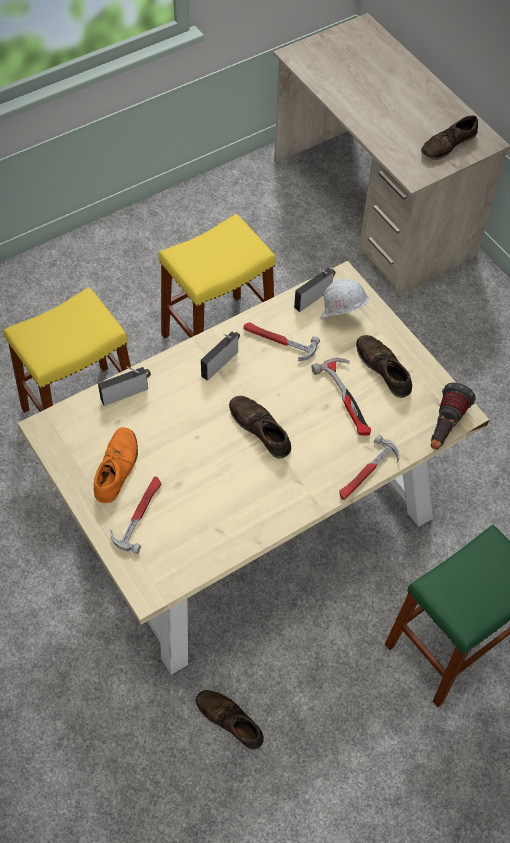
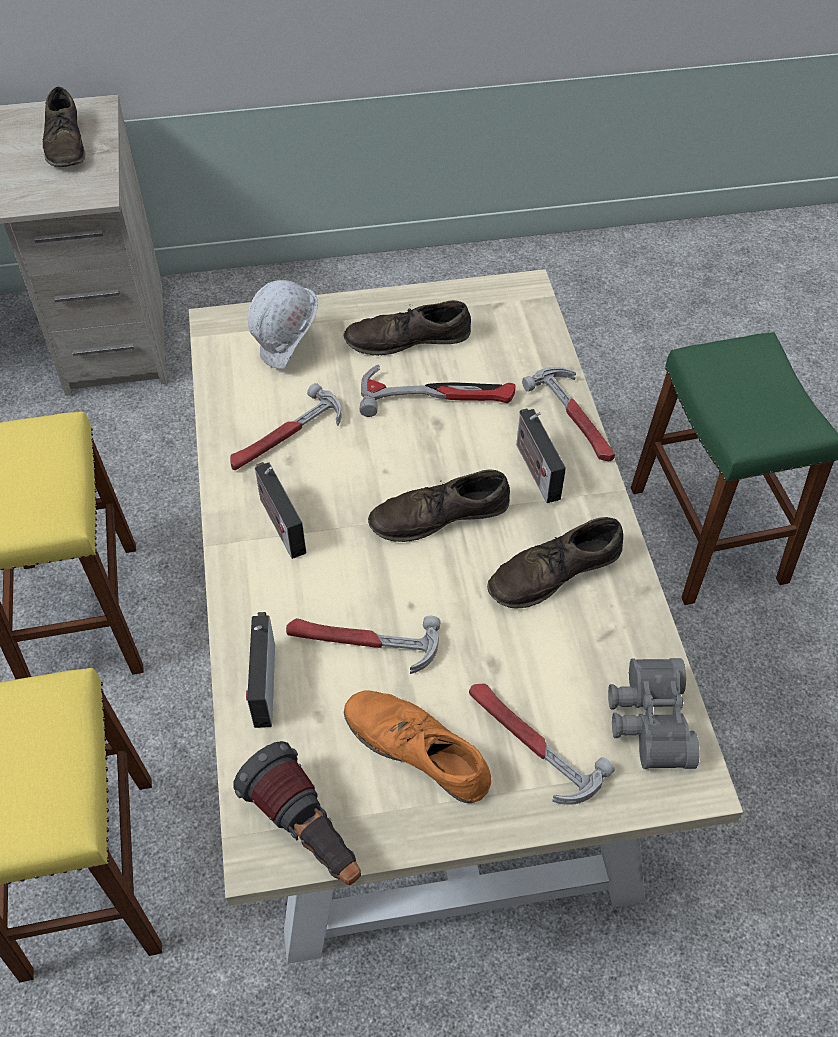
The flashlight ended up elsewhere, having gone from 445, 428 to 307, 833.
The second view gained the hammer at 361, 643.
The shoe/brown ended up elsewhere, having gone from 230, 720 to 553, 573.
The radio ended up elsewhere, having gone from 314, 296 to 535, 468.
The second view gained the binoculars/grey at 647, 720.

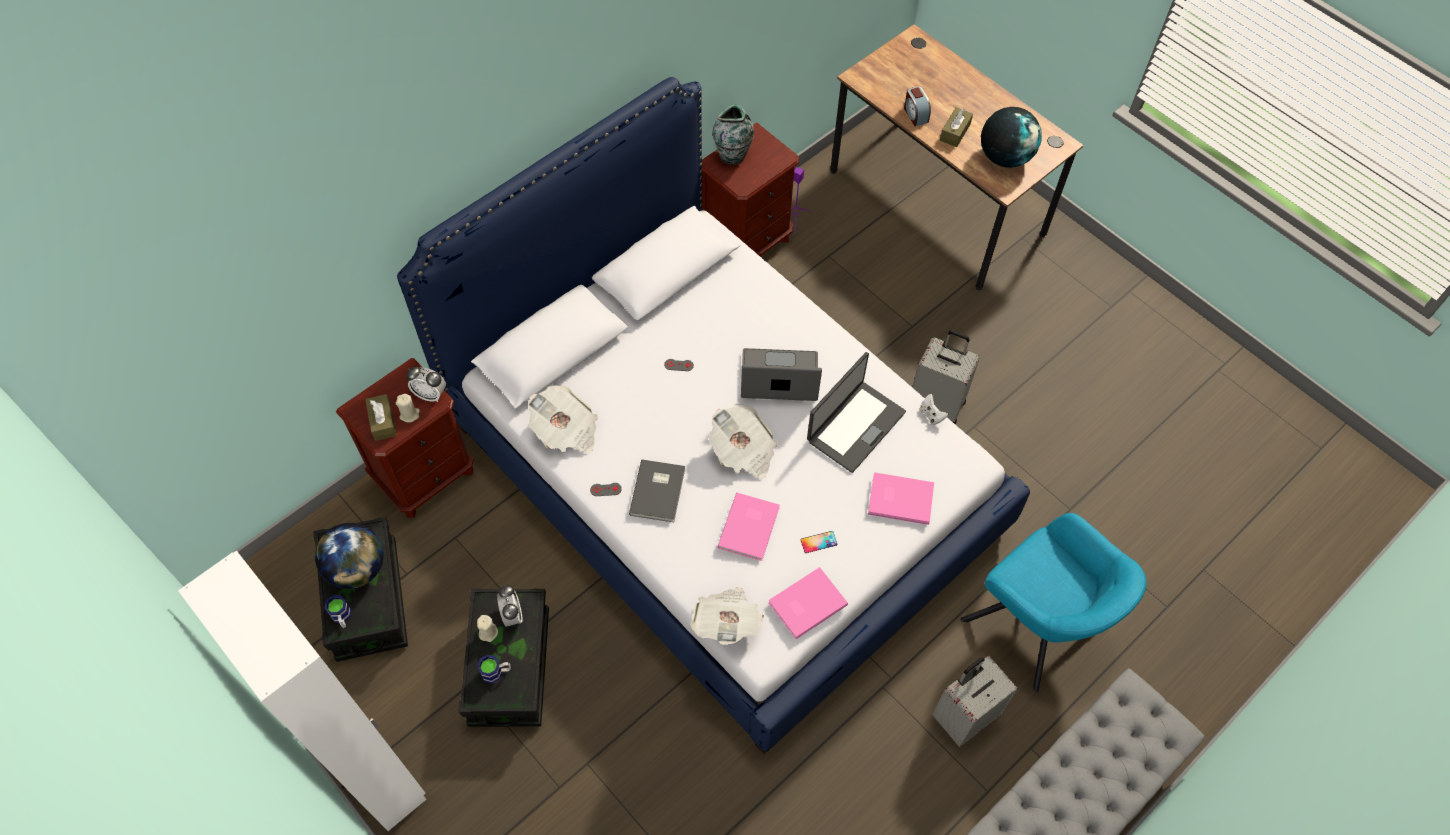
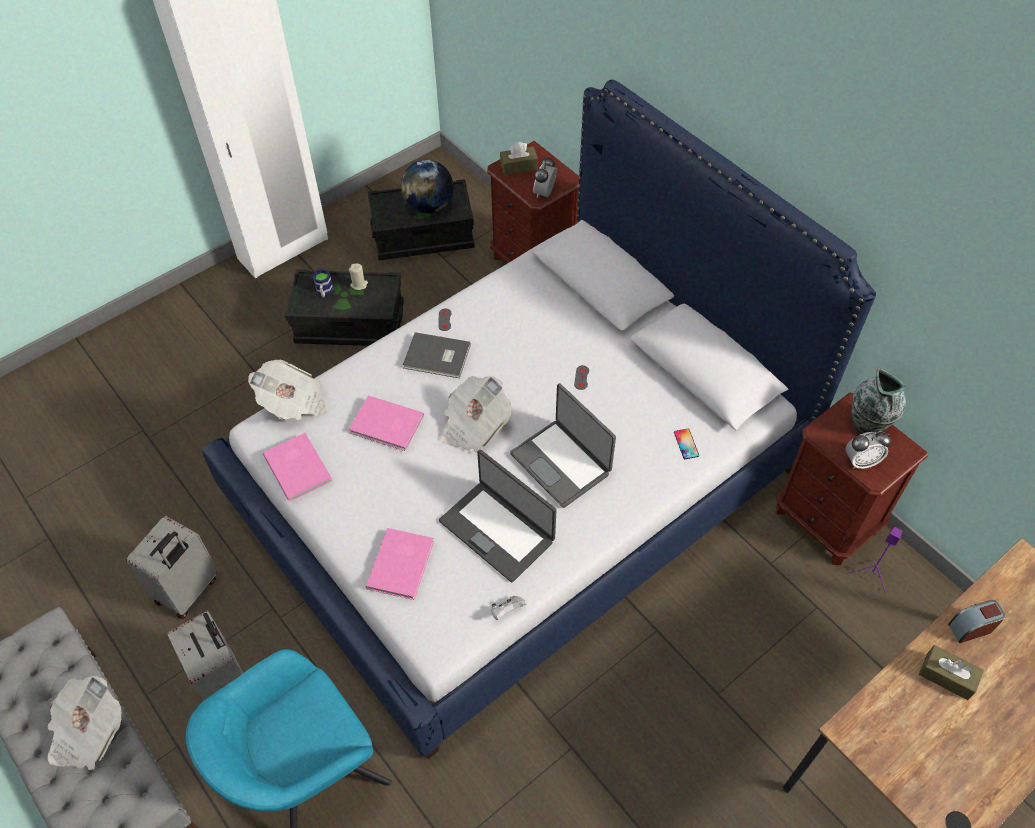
The newspaper ended up elsewhere, having gone from 566, 431 to 88, 732.
The suitcase/grey ended up elsewhere, having gone from 937, 403 to 188, 591.
The laptop at 779, 378 ended up facing another way, 135 degrees clockwise from before.
The phone ended up elsewhere, having gone from 818, 542 to 686, 444.
The alarm clock ended up elsewhere, having gone from 512, 615 to 861, 461.
The second view lost the mug at 342, 617.
The second view lost the candle/beige at 410, 414.
The second view lost the globe at 1005, 157.

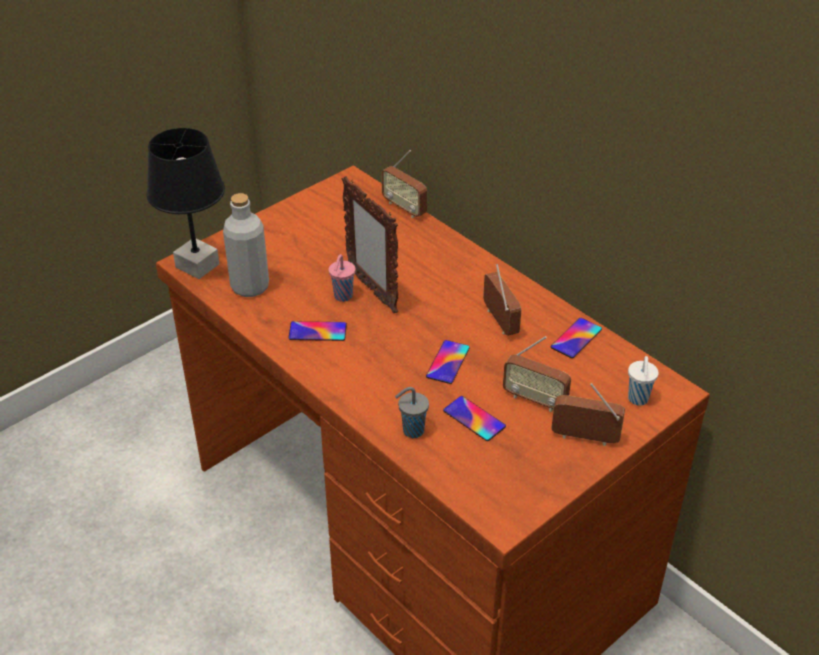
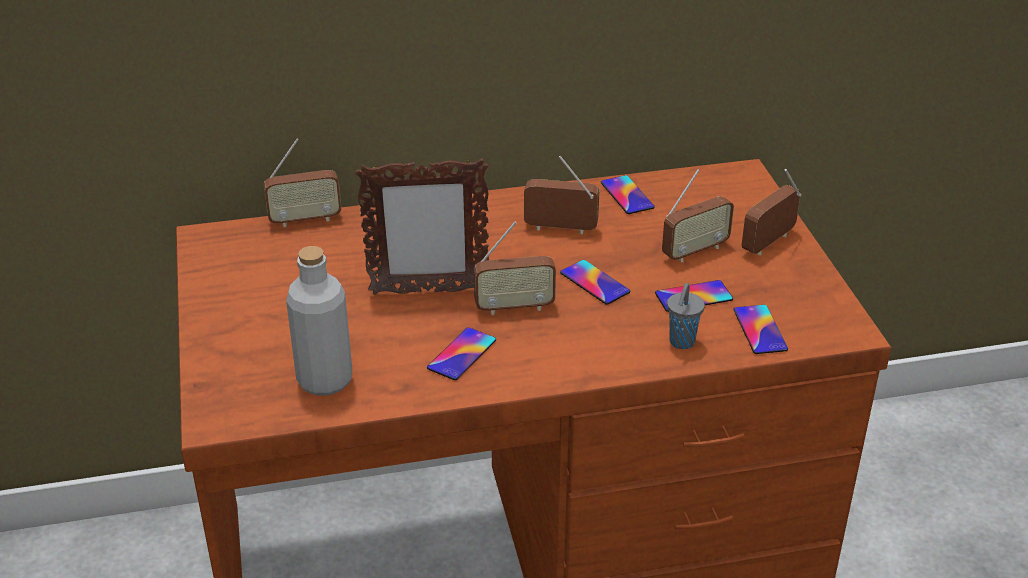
The second view gained the radio at 514, 307.
The second view gained the phone at 760, 330.
The second view lost the table lamp/black at 196, 266.
The second view lost the cup/pink at 342, 297.
The second view lost the cup/white at 638, 399.

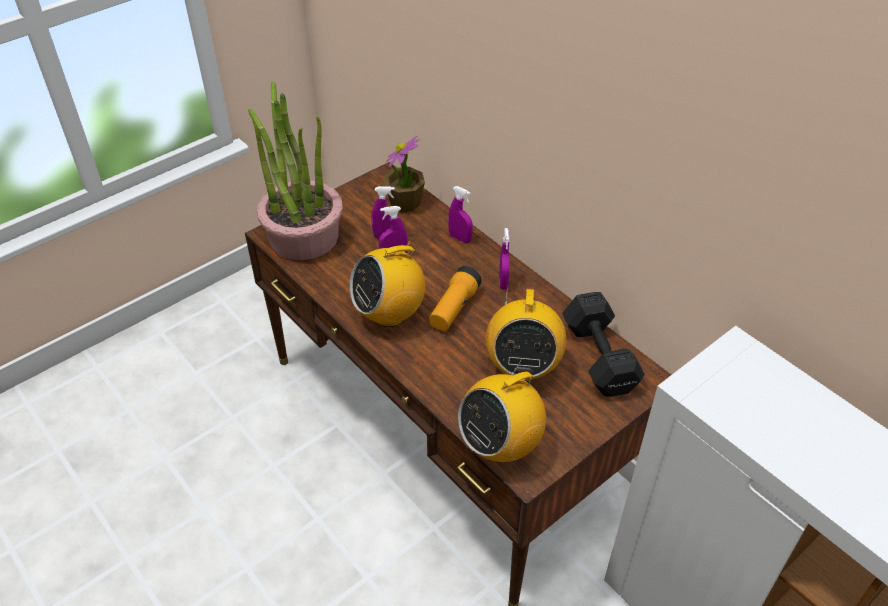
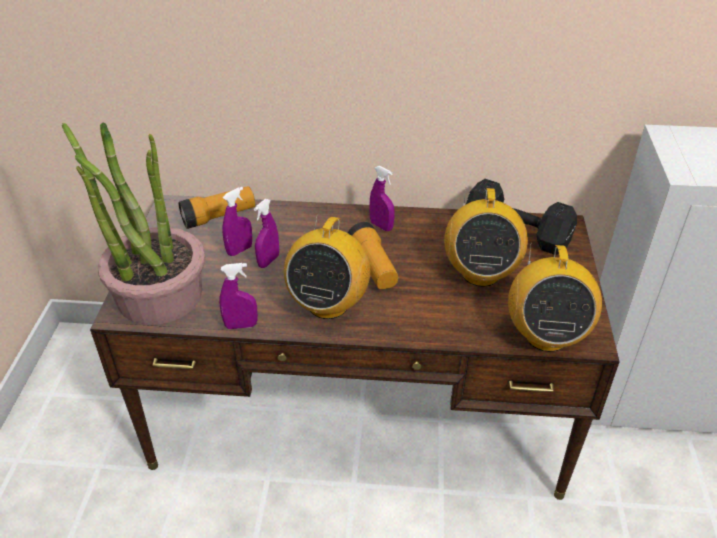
Where the potted plant stood at 405, 203, the flashlight came to stand at 219, 217.
The spray bottle/purple ended up elsewhere, having gone from 460, 238 to 241, 325.
The radio at 522, 367 ended up facing another way, 45 degrees clockwise from before.

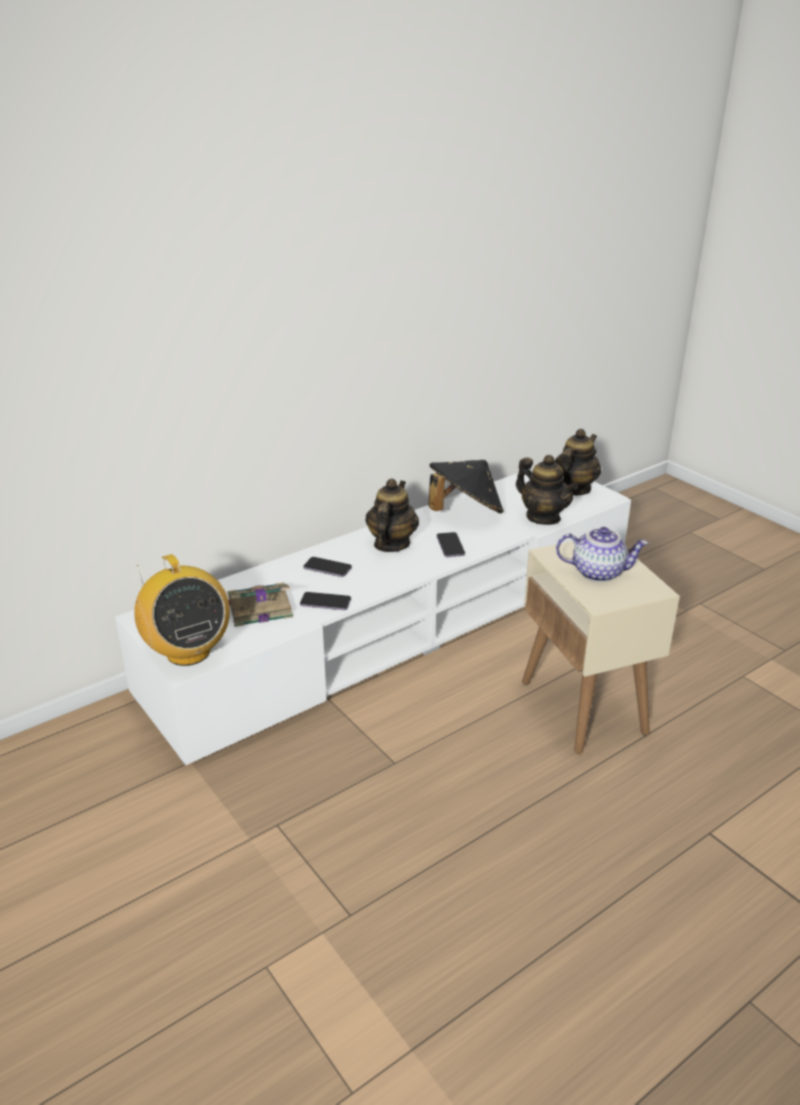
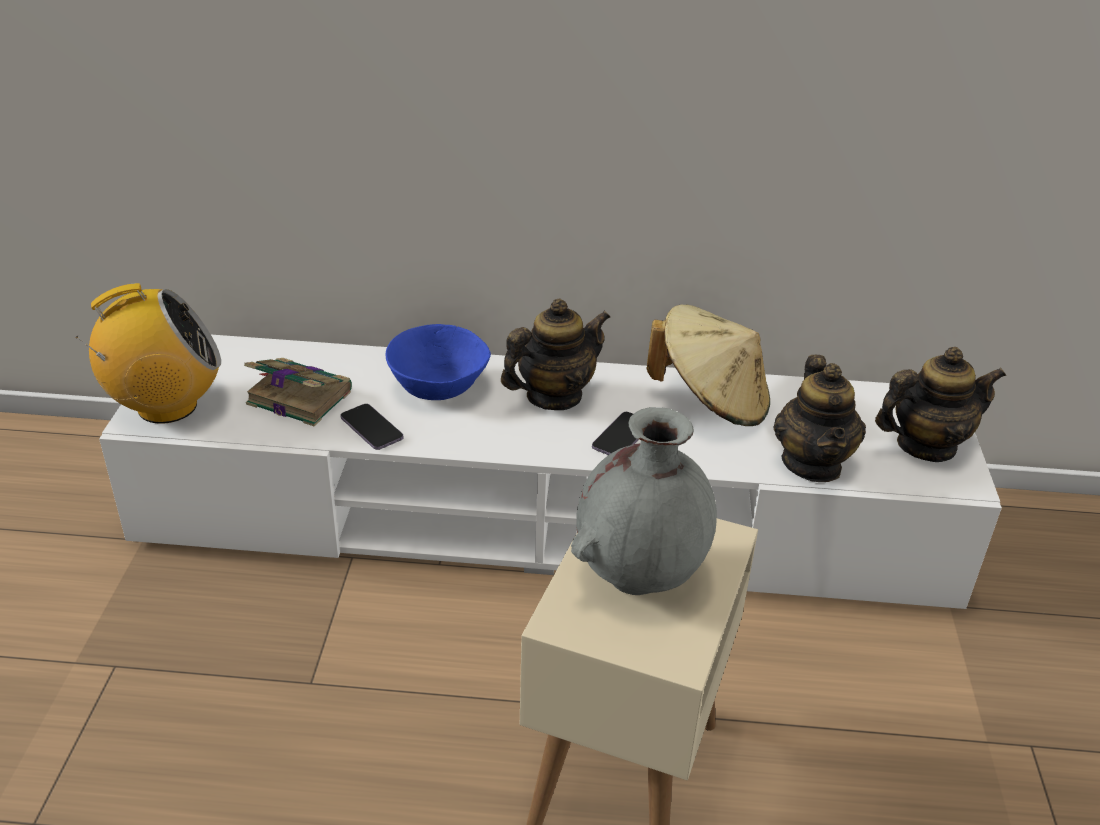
The radio at 188, 652 ended up facing another way, 120 degrees counterclockwise from before.
Where the phone stood at 327, 568, the bowl/blue came to stand at 437, 388.
Where the teapot stood at 598, 572, the vase/grey came to stand at 639, 577.
What was the hat/black at 464, 512 turned into the hat/beige at 711, 401.

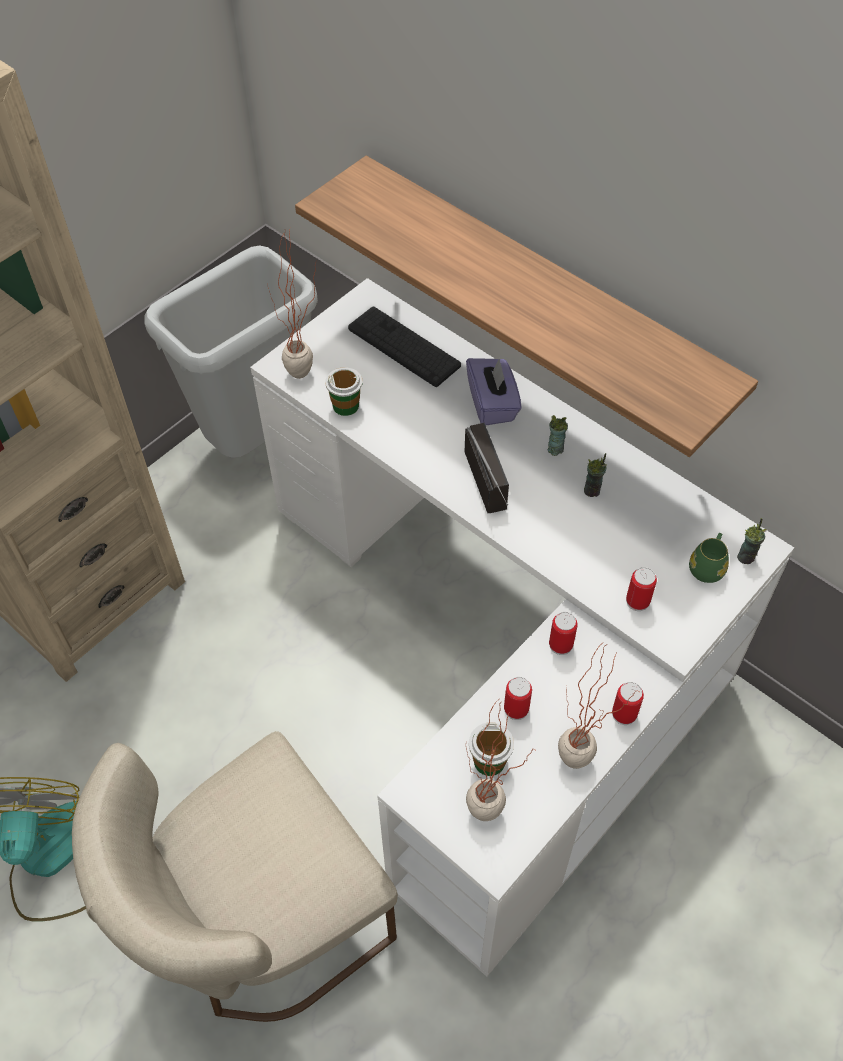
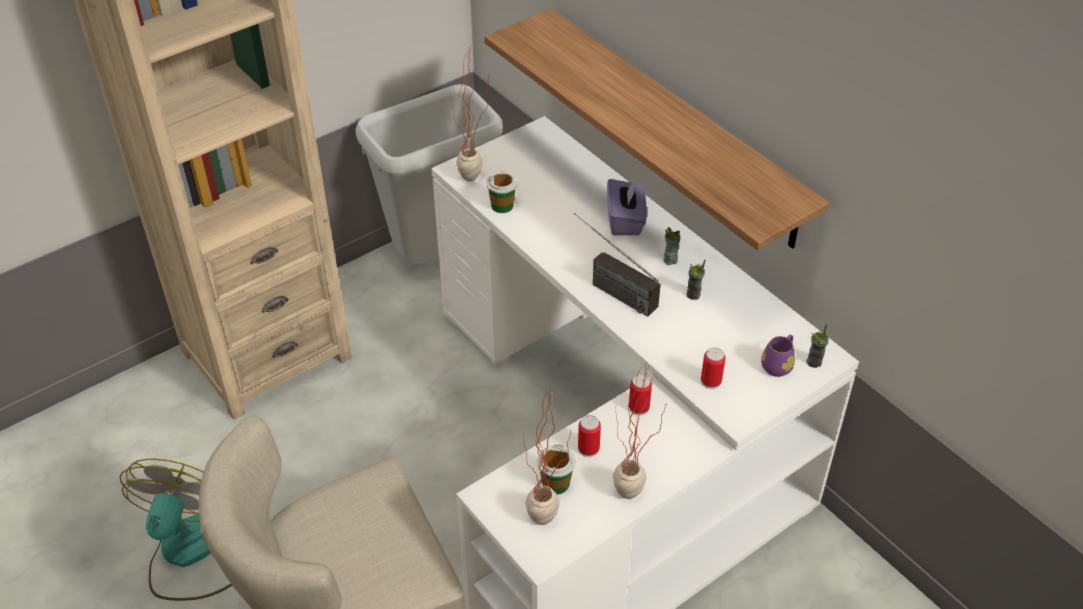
The radio at 494, 497 ended up facing another way, 135 degrees clockwise from before.
What was the mug/green at 707, 566 turned into the mug/purple at 778, 364.
The second view lost the keyboard at 403, 347.
The second view lost the can at 624, 714.

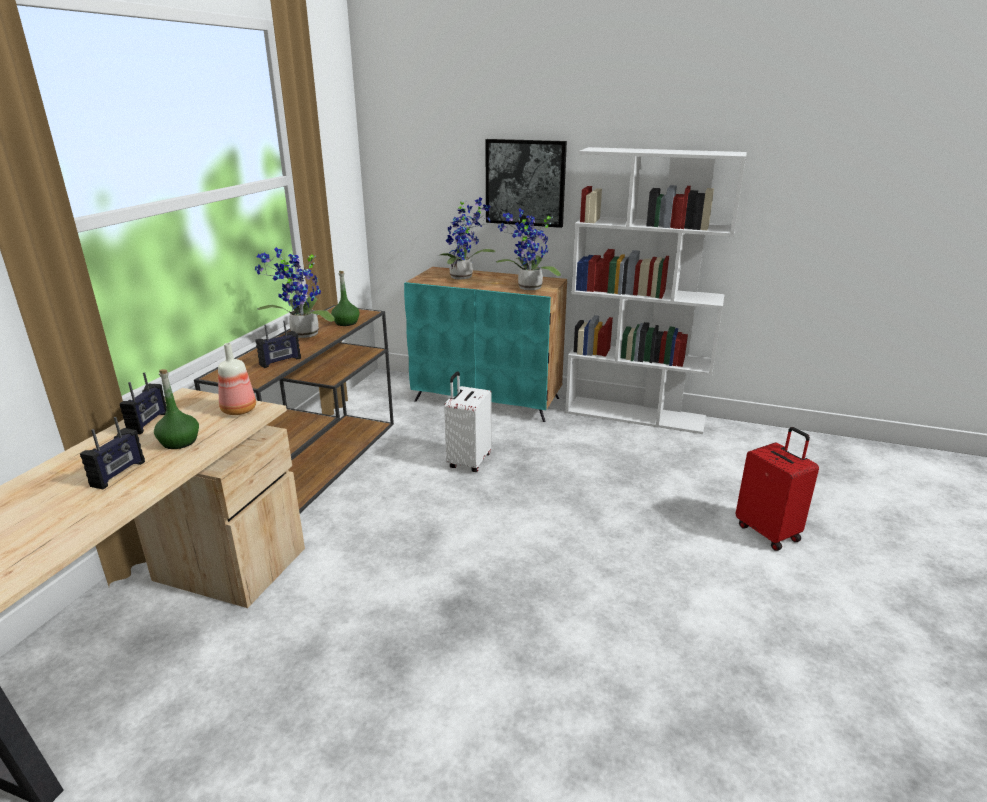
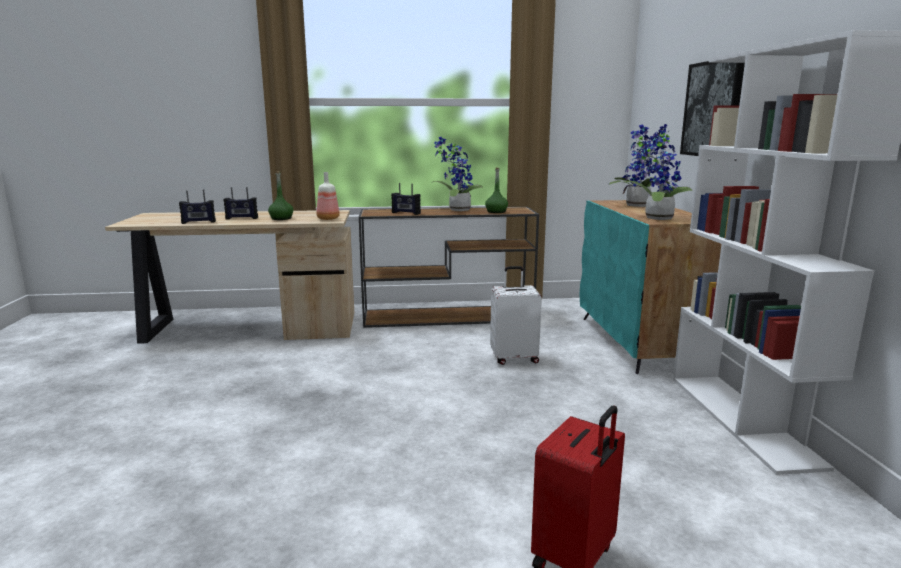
The radio ended up elsewhere, having gone from 149, 423 to 198, 222.

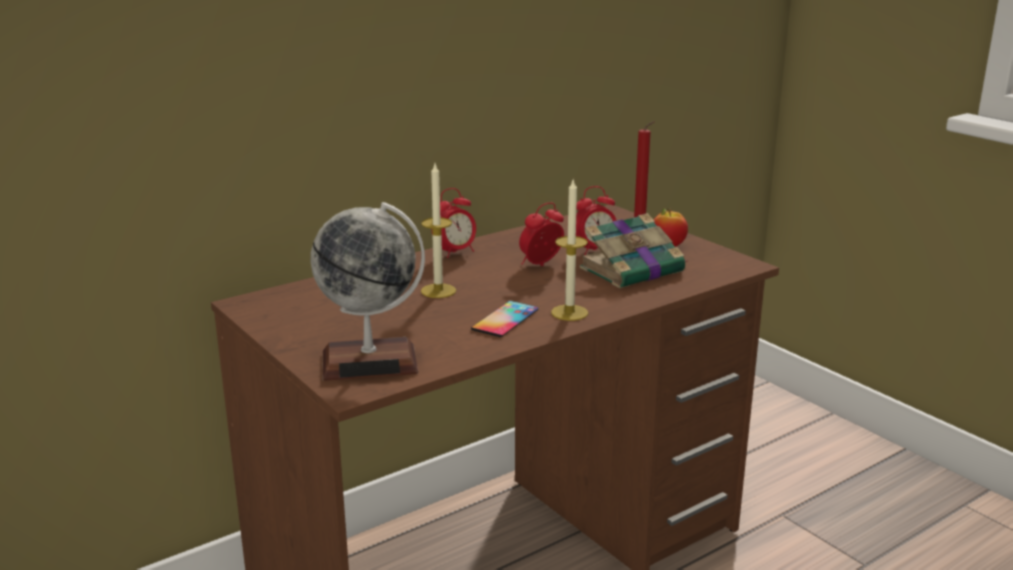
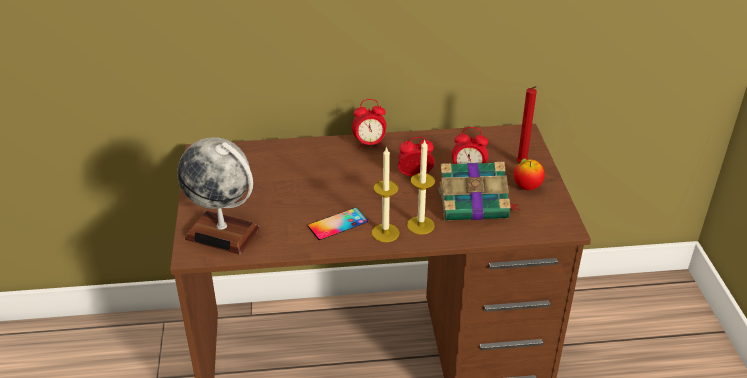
The candle ended up elsewhere, having gone from 438, 291 to 420, 225.

